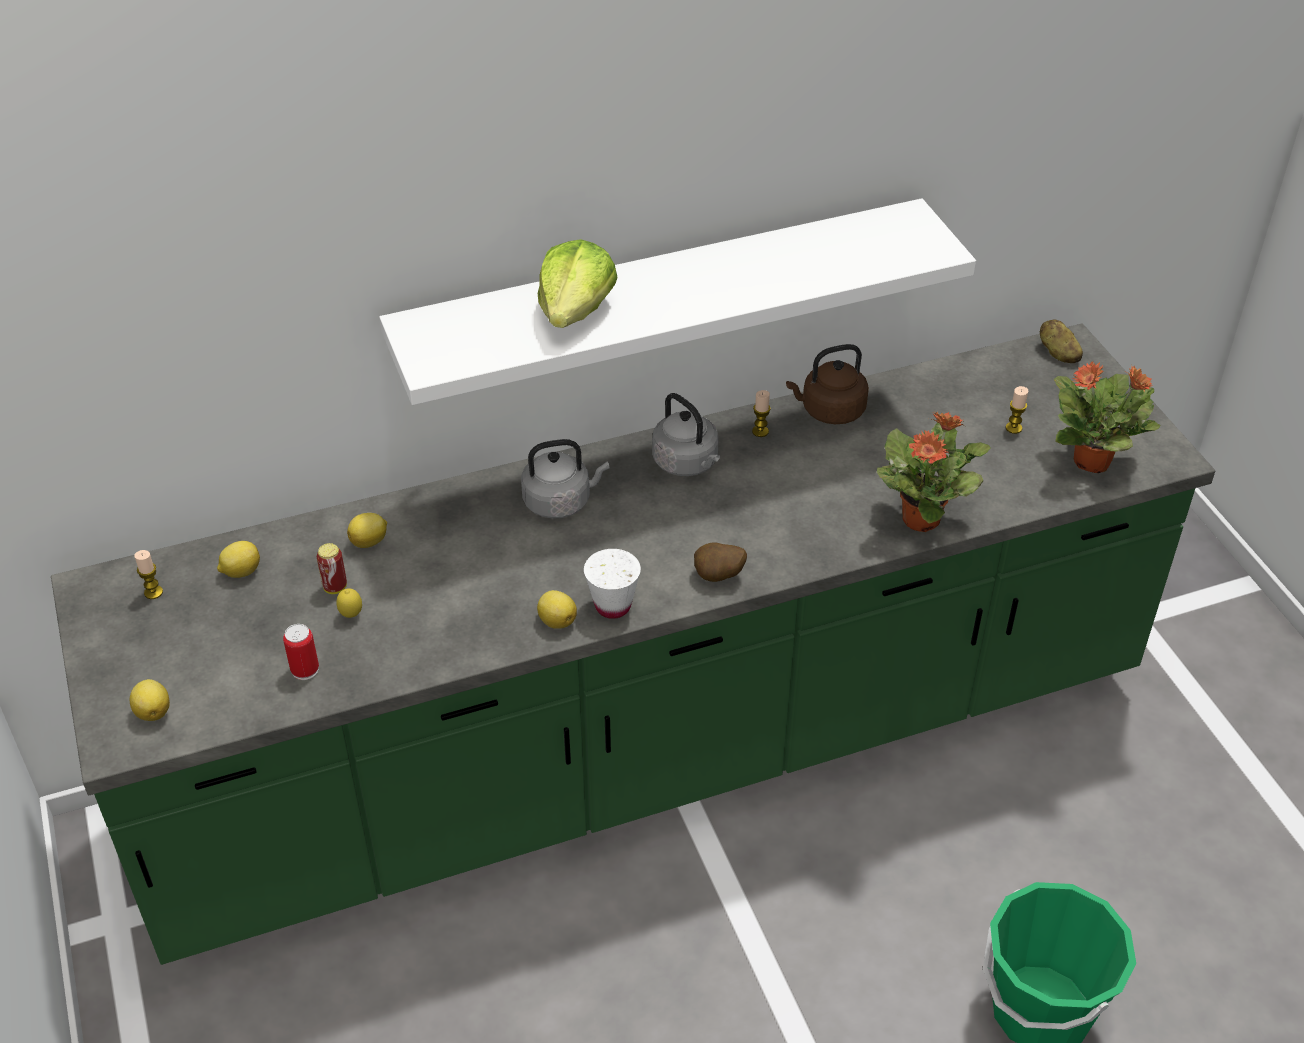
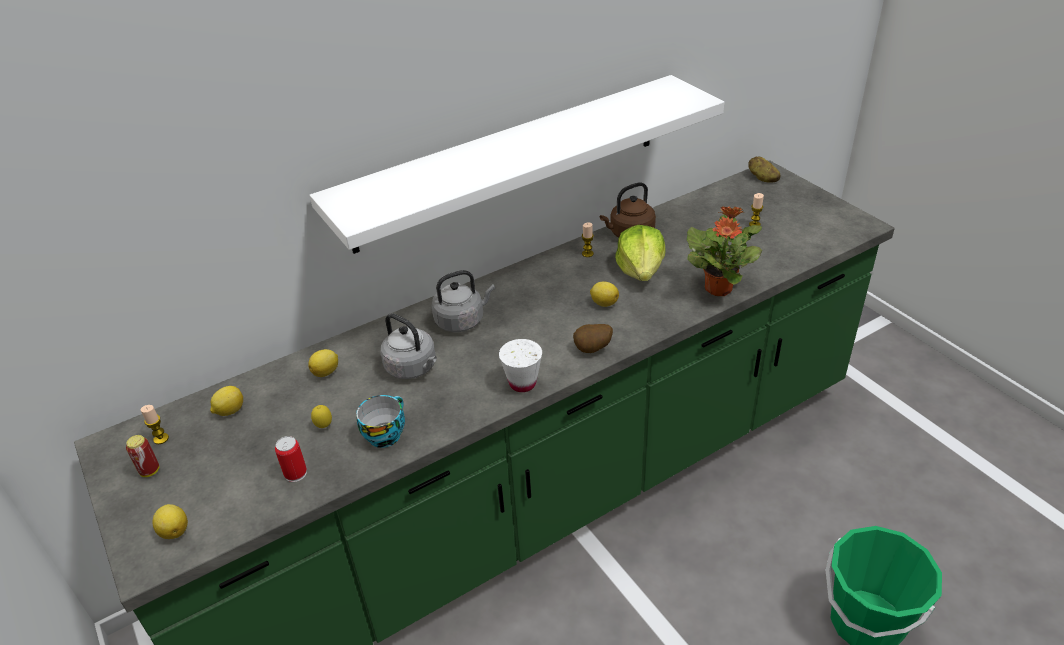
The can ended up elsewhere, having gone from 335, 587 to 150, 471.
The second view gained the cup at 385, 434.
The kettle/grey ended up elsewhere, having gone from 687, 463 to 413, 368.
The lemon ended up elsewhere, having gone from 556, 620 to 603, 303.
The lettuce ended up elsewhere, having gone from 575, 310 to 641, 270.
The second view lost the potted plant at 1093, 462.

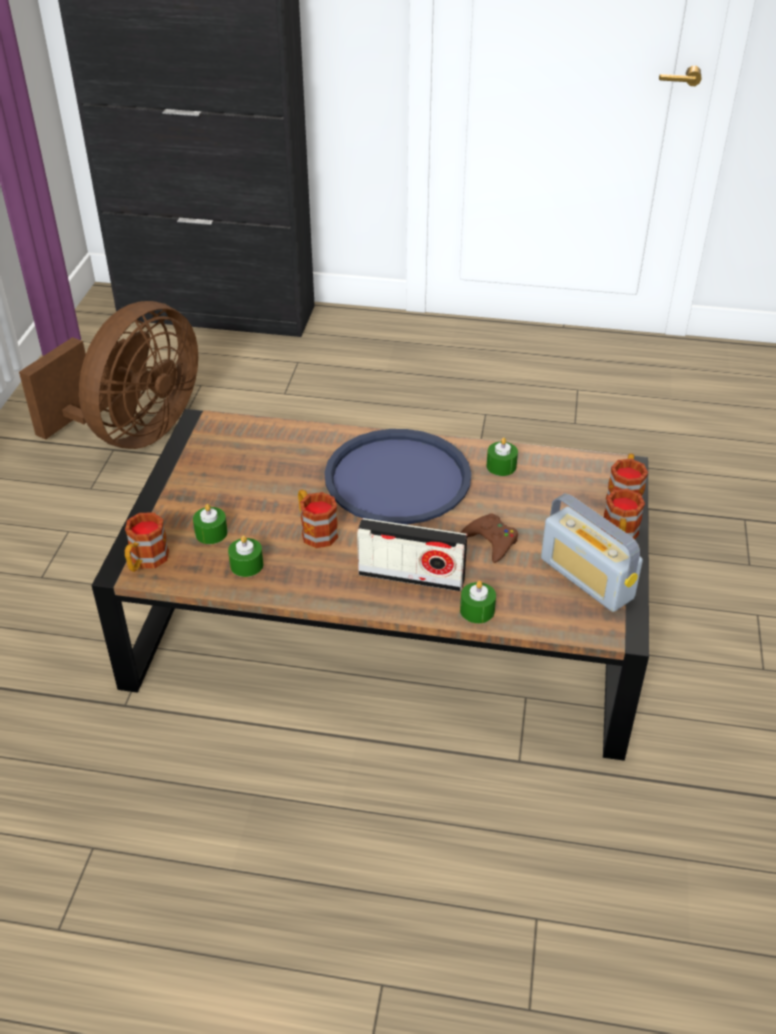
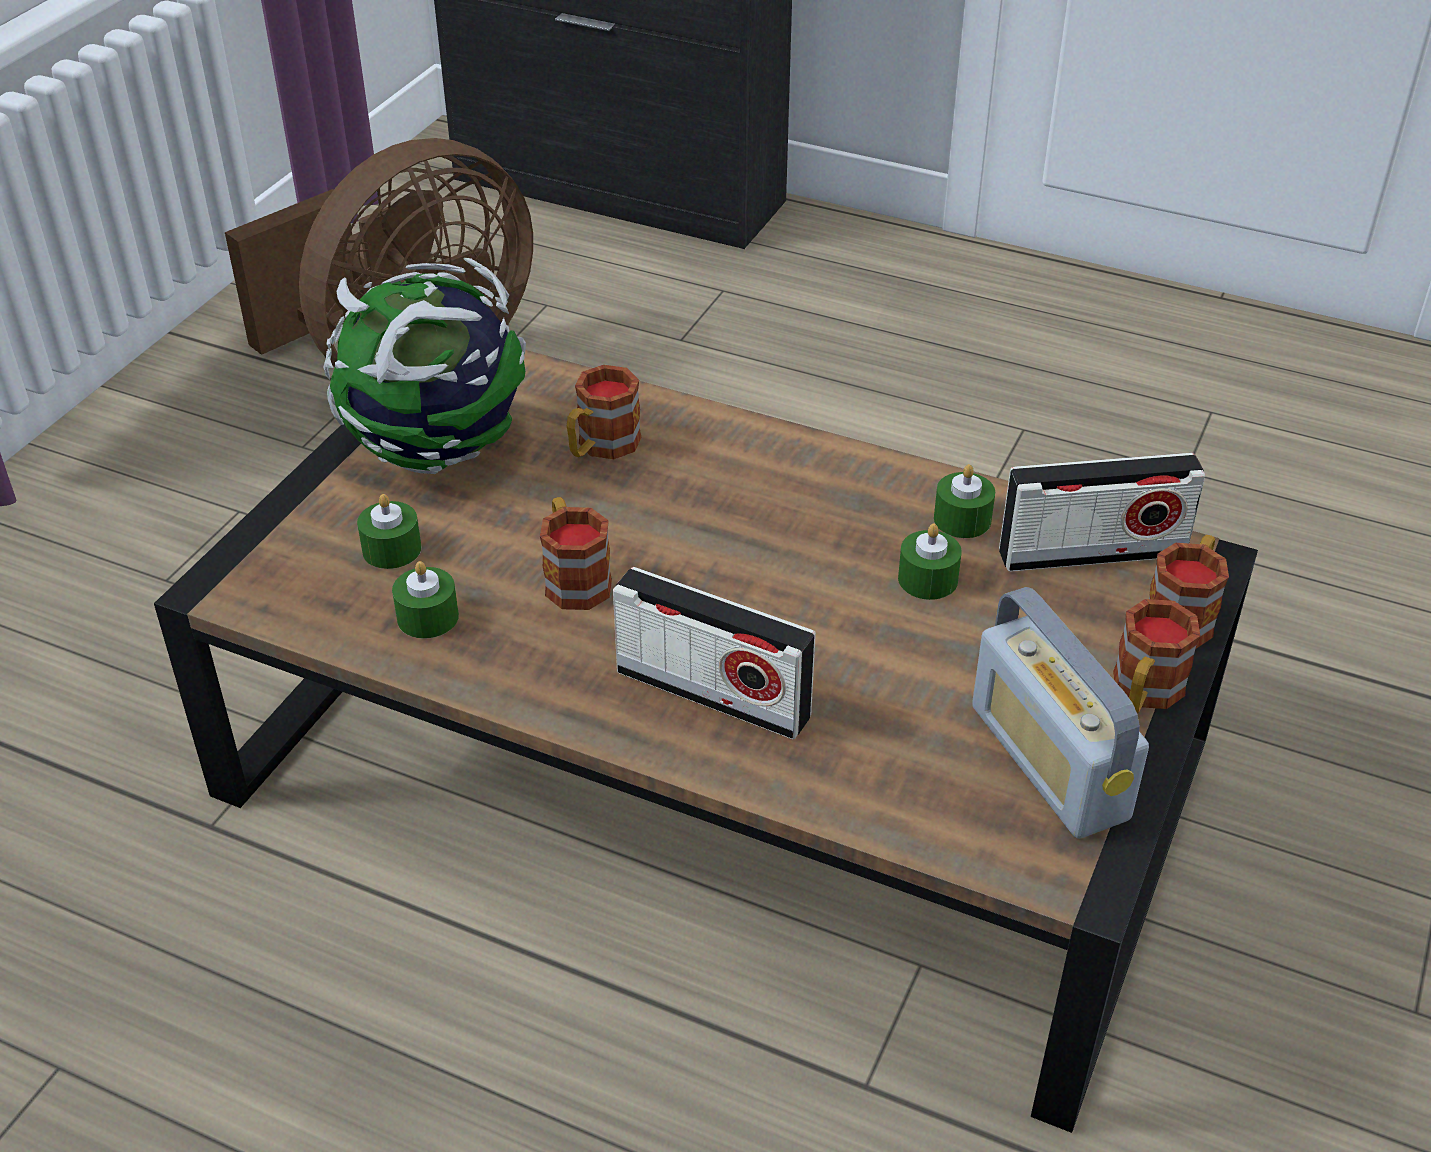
The second view gained the globe at 439, 451.
The mug ended up elsewhere, having gone from 146, 561 to 601, 447.
The candle/green ended up elsewhere, having gone from 477, 610 to 927, 579.
The second view gained the radio at 1092, 553.
The second view lost the tray/blue at 398, 478.
The second view lost the game controller/brown at 491, 541.

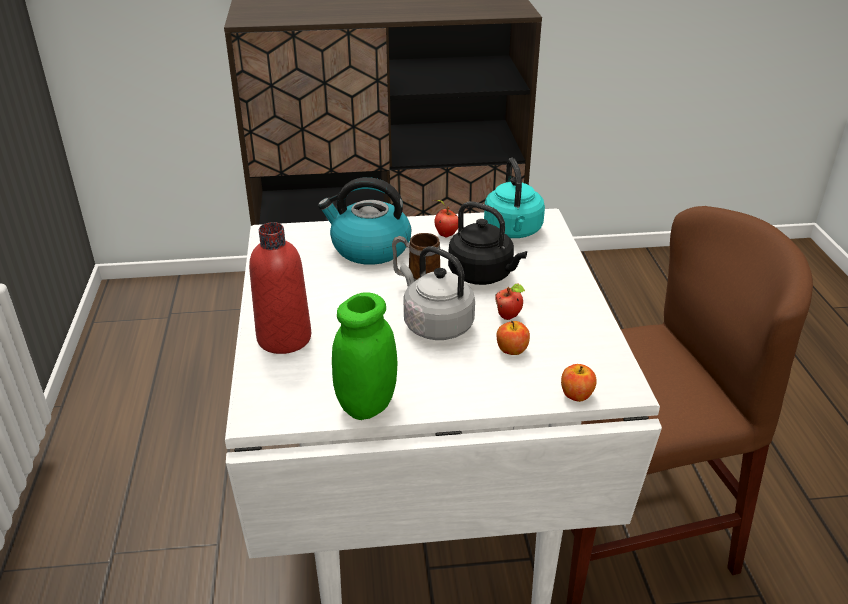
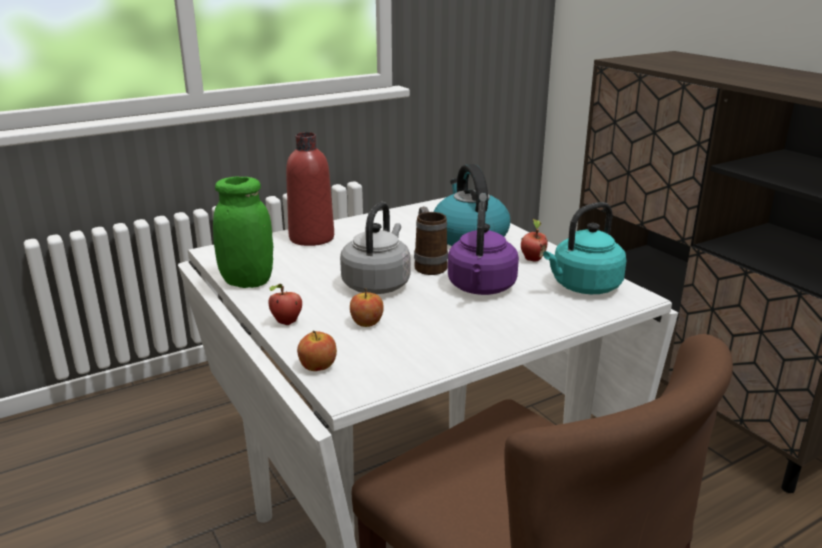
The apple ended up elsewhere, having gone from 509, 316 to 286, 323.
What was the kettle/black at 483, 275 turned into the kettle/purple at 481, 288.

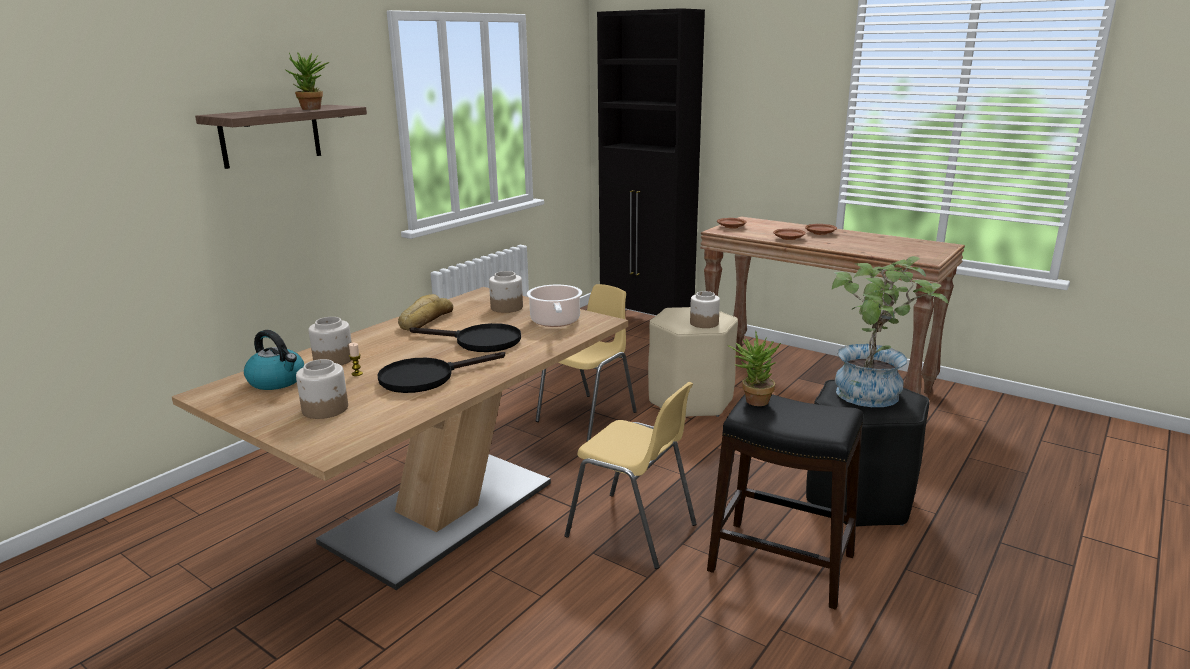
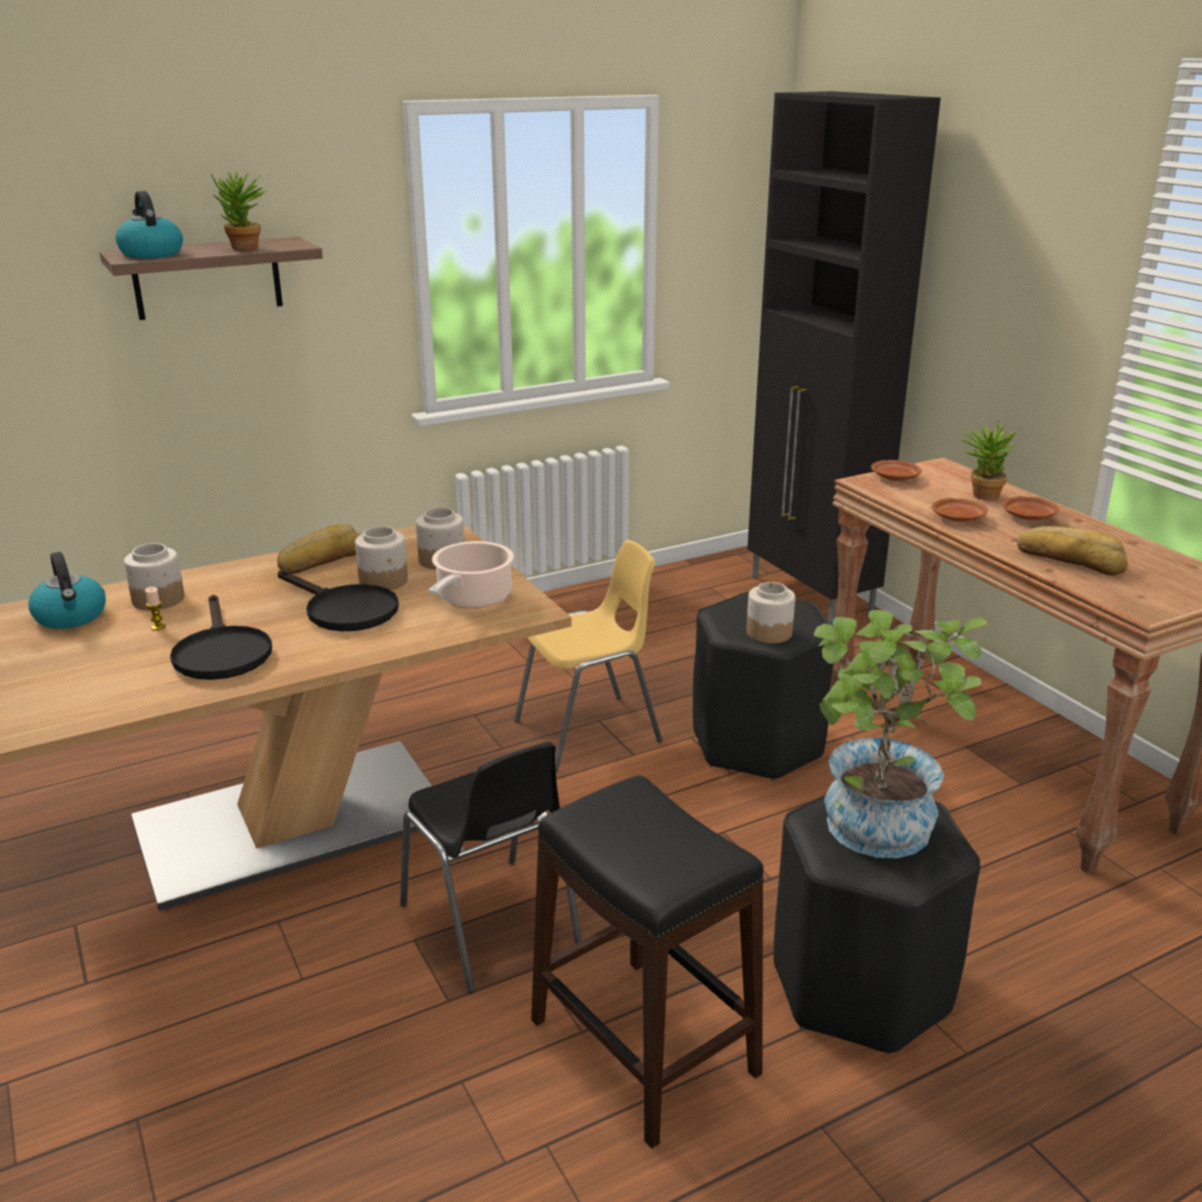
The second view gained the kettle at 151, 254.
The frying pan/black at 426, 377 ended up facing another way, 105 degrees counterclockwise from before.
The jar ended up elsewhere, having gone from 326, 409 to 384, 581.
What was the chair/yellow at 632, 531 turned into the chair/black at 491, 925.
What was the stool/beige at 690, 401 turned into the stool/black at 756, 744.
The potted plant ended up elsewhere, having gone from 752, 400 to 980, 494.
The second view gained the bread at 1071, 560.

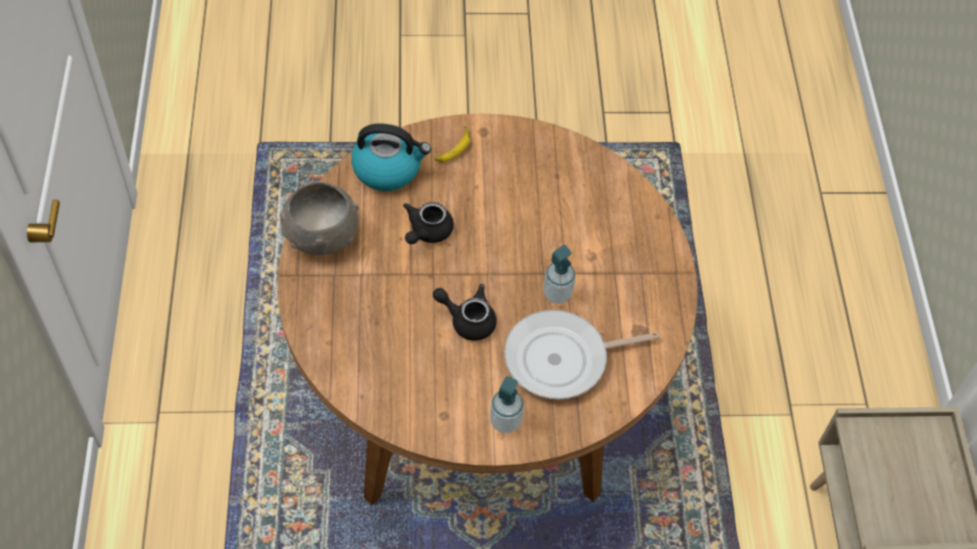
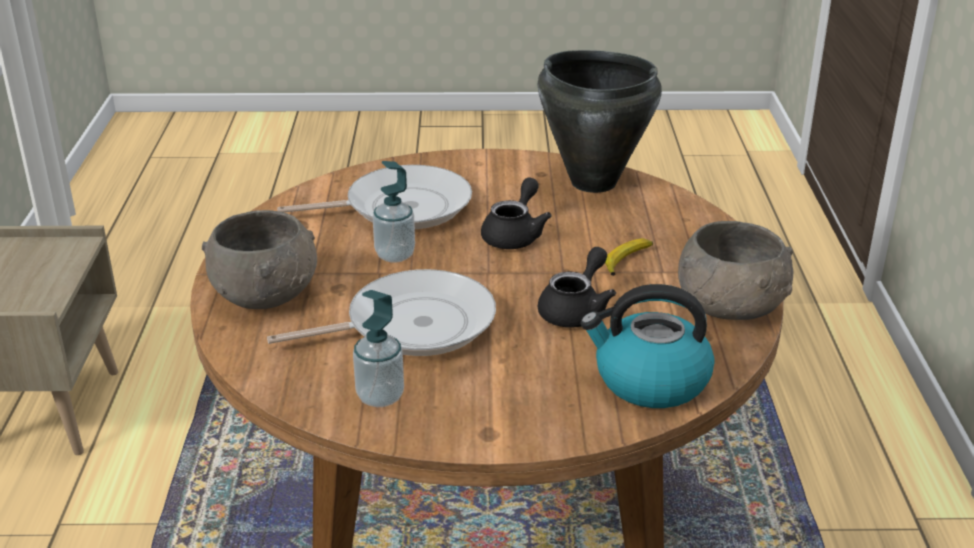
The second view gained the bowl/grey at 266, 293.
The second view gained the frying pan at 412, 325.
The soap dispenser ended up elsewhere, having gone from 505, 421 to 380, 397.
The teapot/black at 467, 320 ended up facing another way, 90 degrees counterclockwise from before.
The second view gained the cooking pot/black at 592, 182.
The banana ended up elsewhere, having gone from 453, 148 to 627, 261.

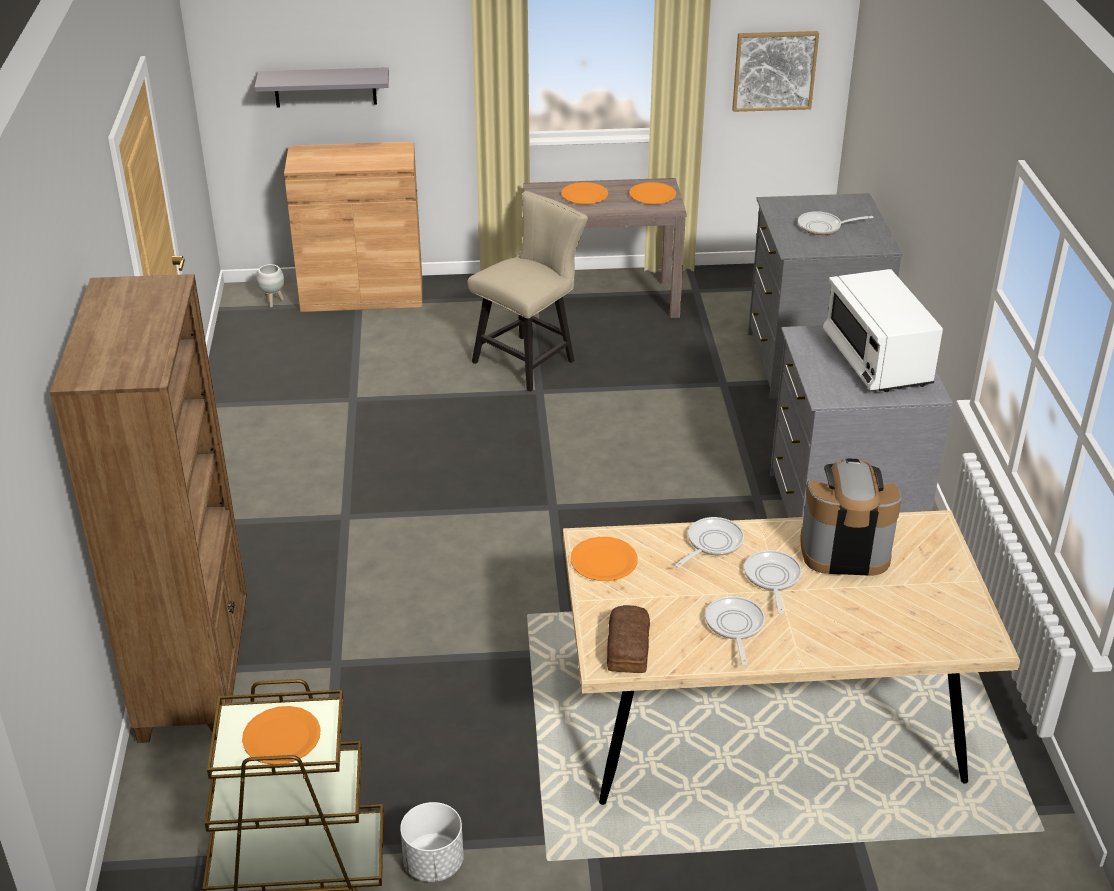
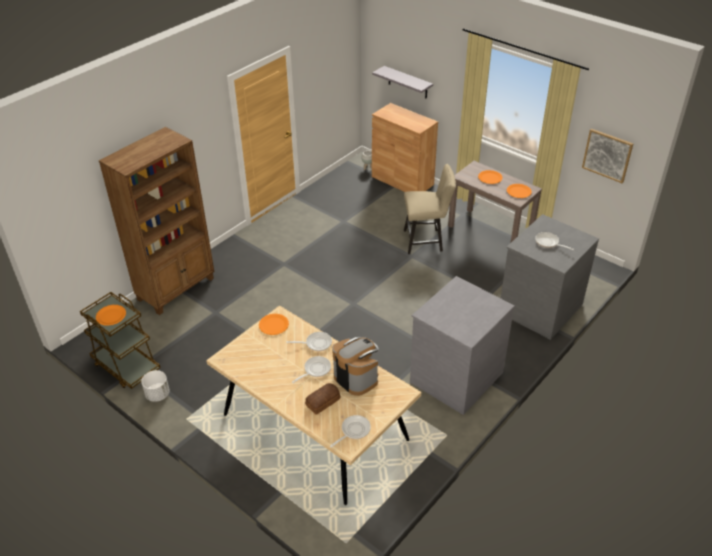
The bread ended up elsewhere, having gone from 629, 648 to 323, 402.
The frying pan ended up elsewhere, having gone from 734, 627 to 353, 431.
The second view lost the microwave/white at 876, 360.

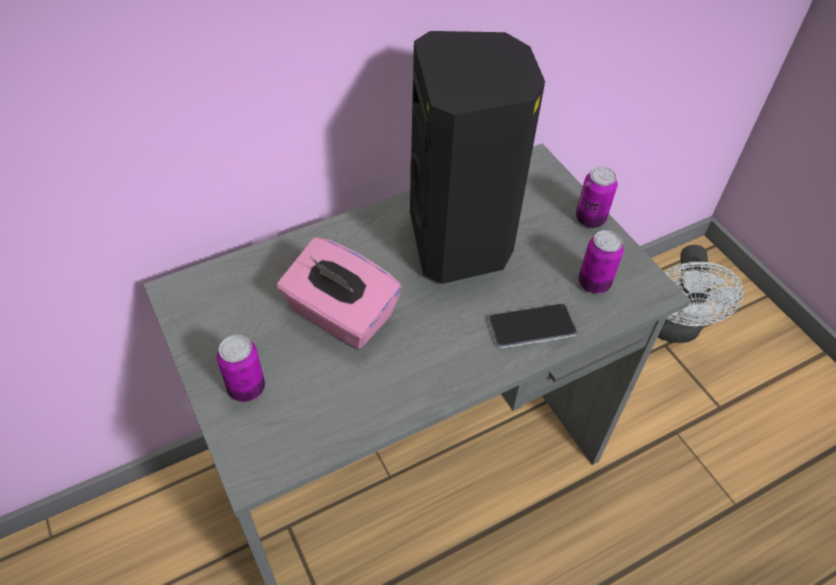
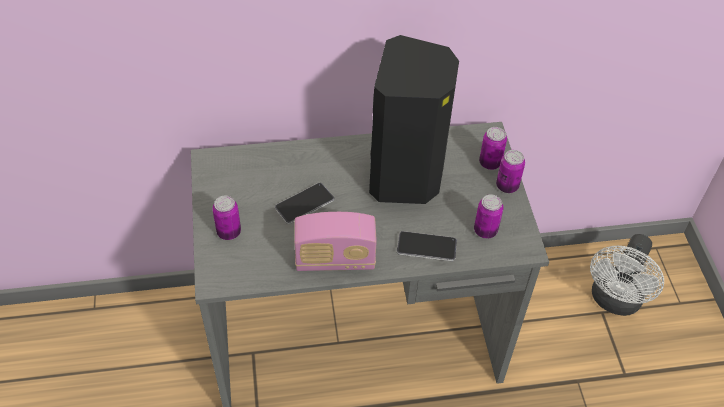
Where the tissue box/pink stood at 340, 315, the phone came to stand at 304, 204.
The second view gained the radio at 335, 260.
The second view gained the can at 490, 163.

